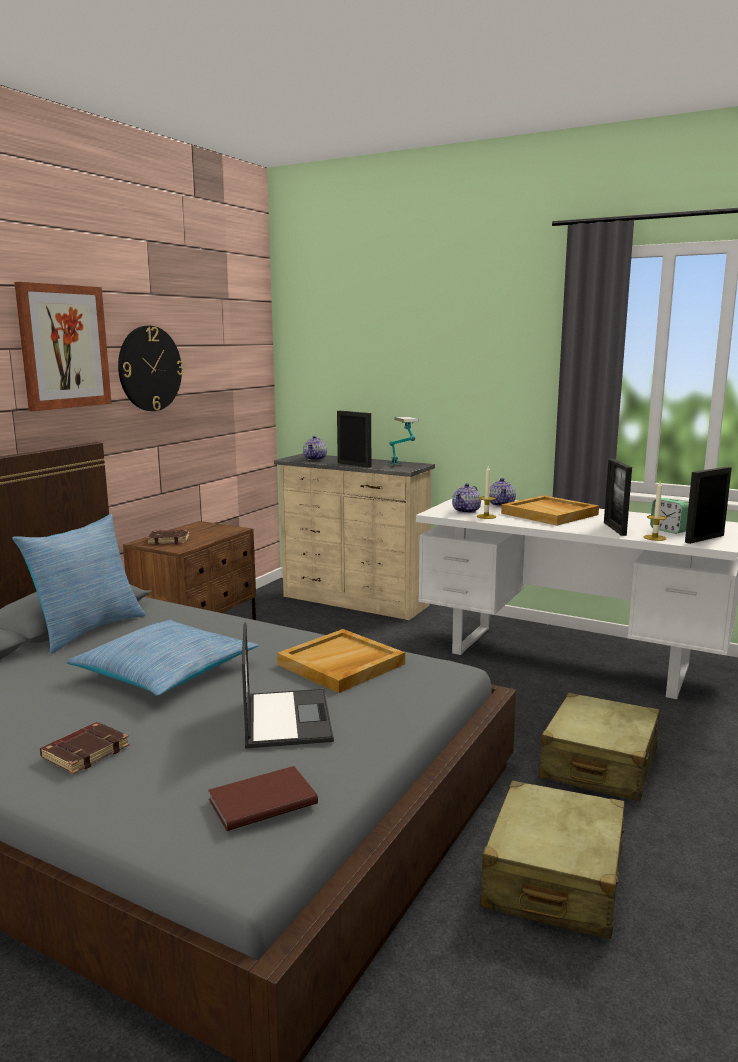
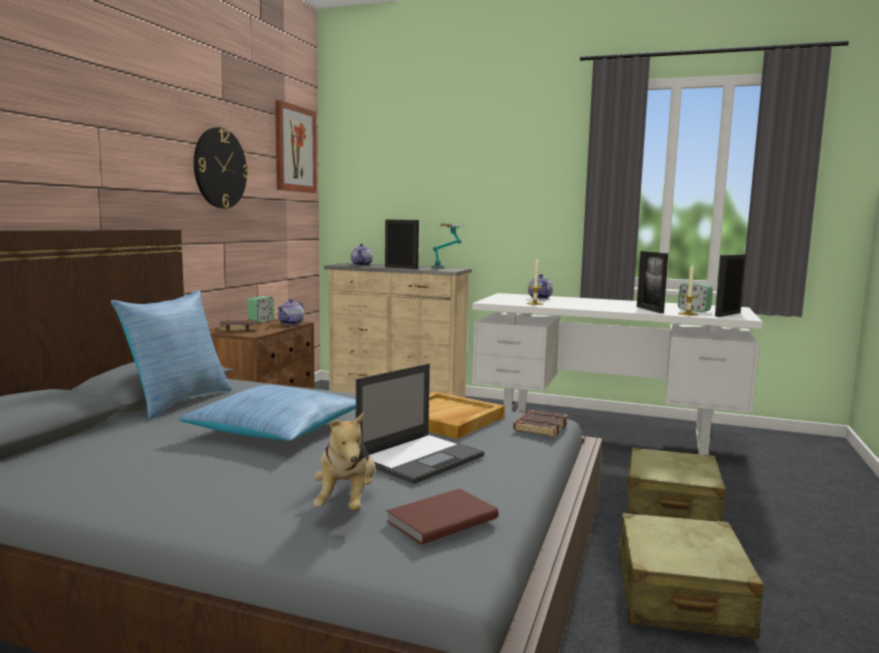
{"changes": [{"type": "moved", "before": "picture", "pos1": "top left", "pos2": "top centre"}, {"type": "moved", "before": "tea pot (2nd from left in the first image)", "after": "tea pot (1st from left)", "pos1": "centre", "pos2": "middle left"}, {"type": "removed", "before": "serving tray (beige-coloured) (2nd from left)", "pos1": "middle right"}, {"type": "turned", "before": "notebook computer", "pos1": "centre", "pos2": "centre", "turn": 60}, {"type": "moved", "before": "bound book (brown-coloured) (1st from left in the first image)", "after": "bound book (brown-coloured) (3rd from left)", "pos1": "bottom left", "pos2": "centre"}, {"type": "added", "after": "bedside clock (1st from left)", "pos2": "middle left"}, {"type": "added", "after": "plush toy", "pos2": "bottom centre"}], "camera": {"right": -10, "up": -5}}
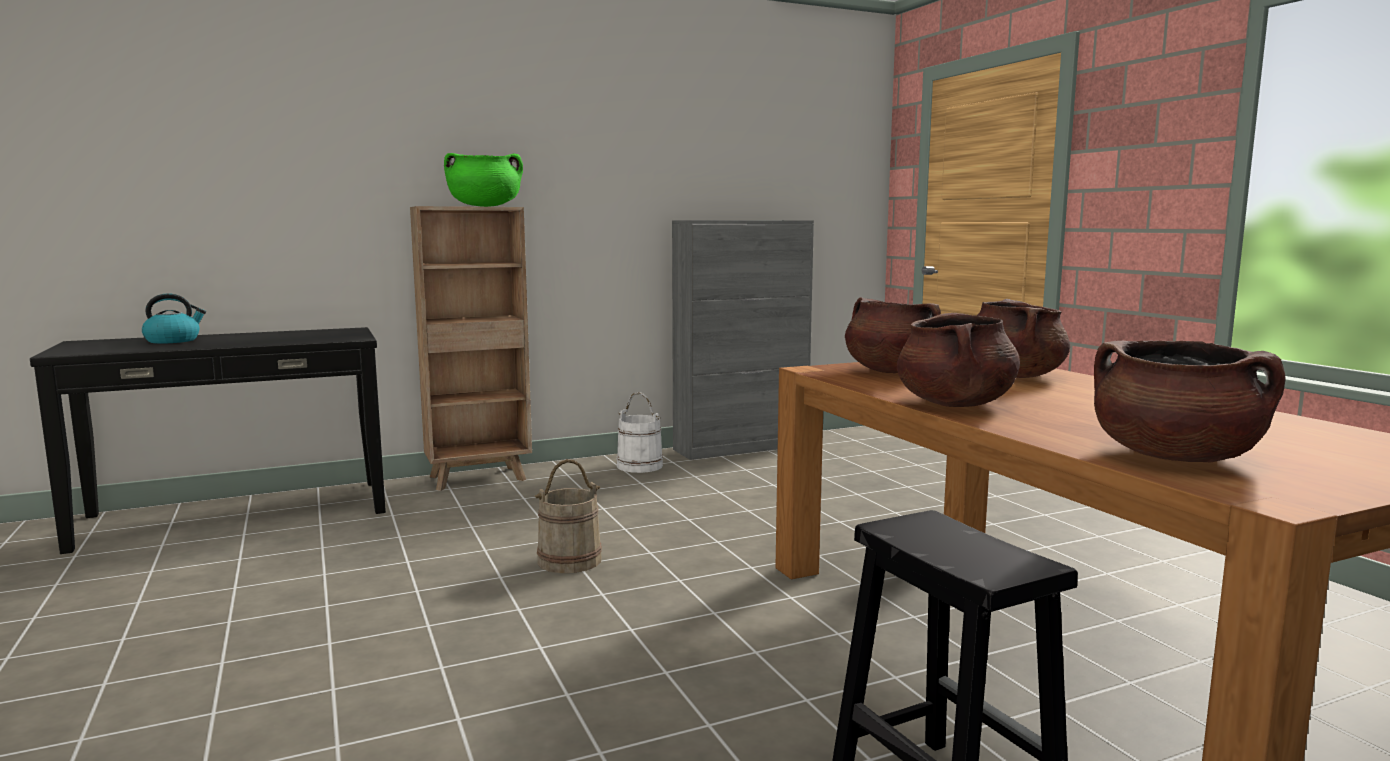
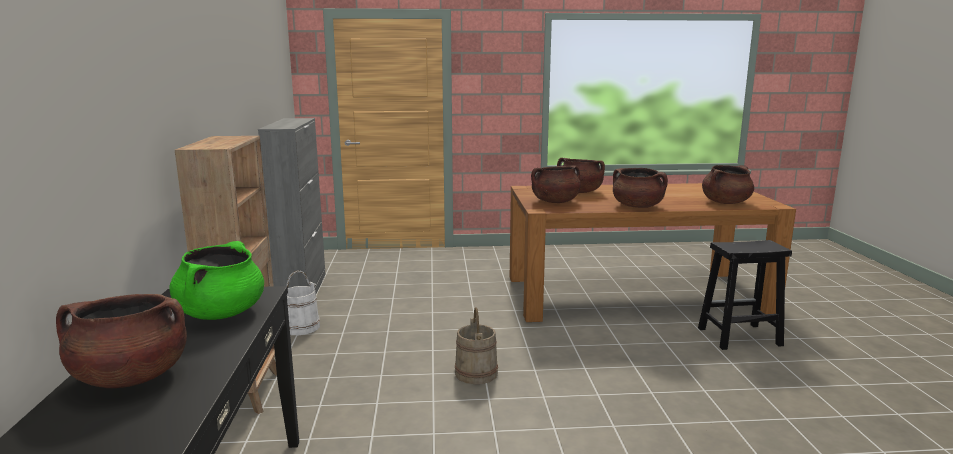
{"changes": [{"type": "moved", "before": "saucepot (green-coloured)", "pos1": "top centre", "pos2": "middle left"}, {"type": "replaced", "before": "kettle", "after": "saucepot (brown-coloured) (1st from left)", "pos1": "middle left", "pos2": "bottom left"}], "camera": {"right": -70, "up": 5}}
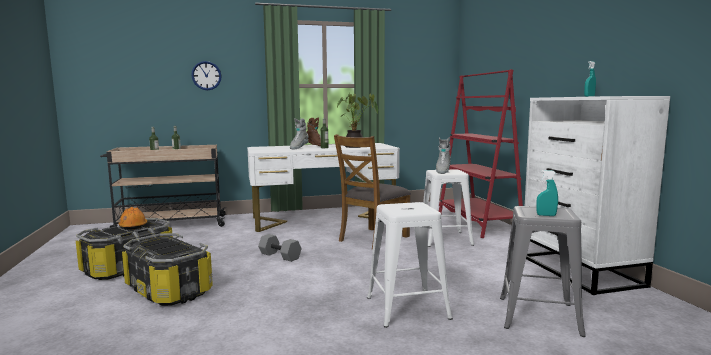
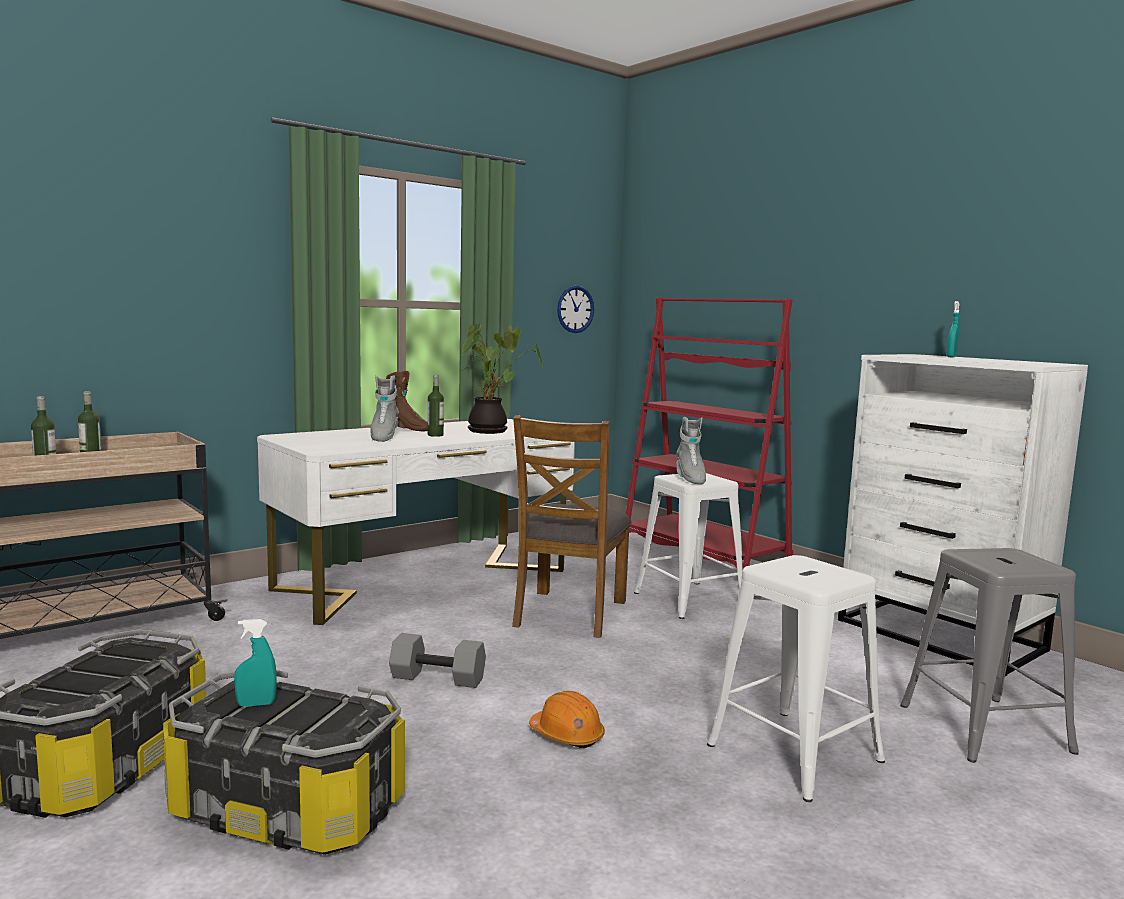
{"changes": [{"type": "moved", "before": "wall clock", "pos1": "top left", "pos2": "centre"}, {"type": "moved", "before": "hand sprayer (turquoise-coloured) (1st from left)", "pos1": "middle right", "pos2": "bottom left"}, {"type": "moved", "before": "hard hat (orange-coloured)", "pos1": "middle left", "pos2": "bottom centre"}], "camera": {"right": -25, "up": 0}}
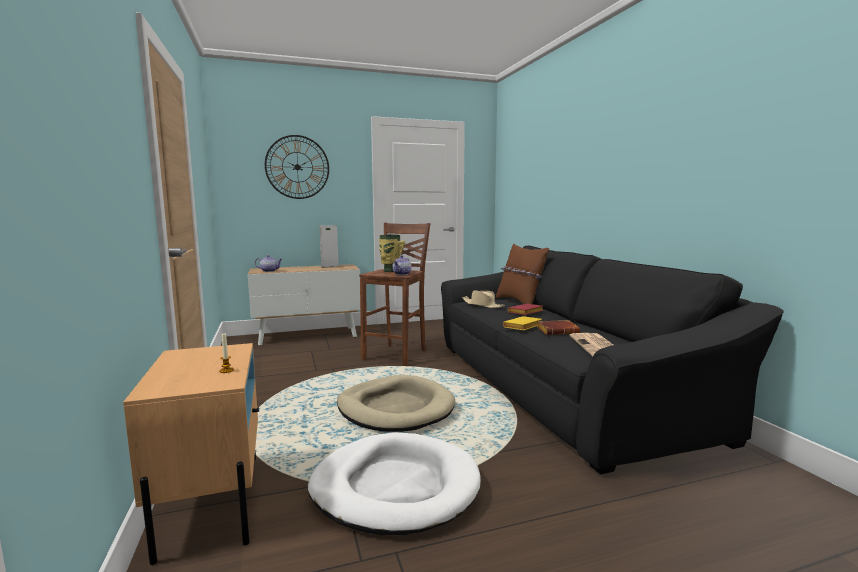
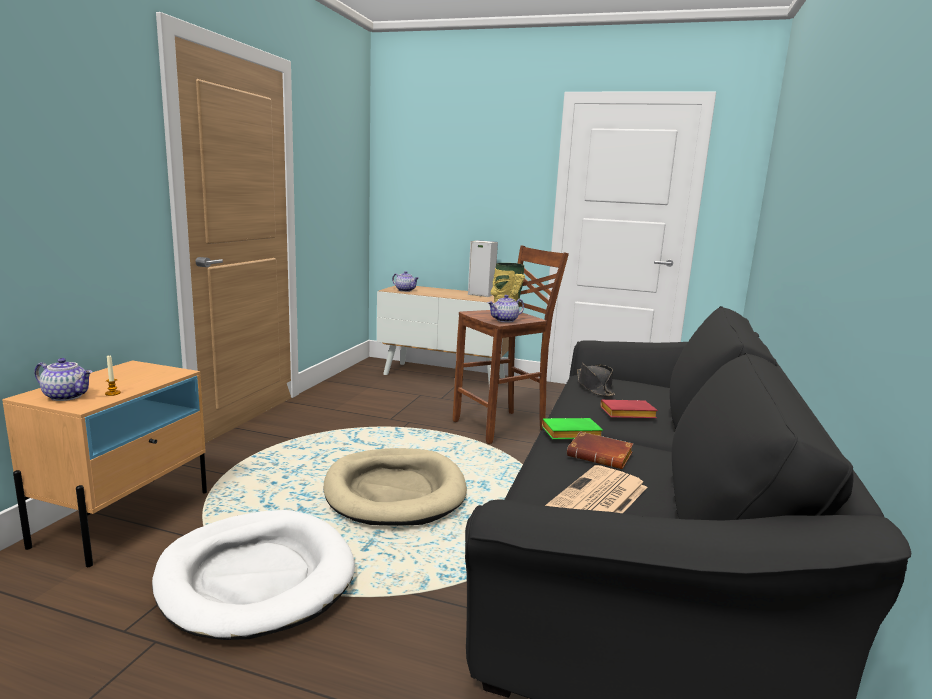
{"changes": [{"type": "removed", "before": "wall clock", "pos1": "top centre"}, {"type": "removed", "before": "cushion (brown-coloured)", "pos1": "centre"}, {"type": "recoloured", "before": "wearable hat (beige-coloured)", "after": "wearable hat (black-coloured)", "pos1": "centre", "pos2": "centre"}, {"type": "recoloured", "before": "bound book (yellow)", "after": "bound book (green-coloured)", "pos1": "centre", "pos2": "centre"}, {"type": "added", "after": "tea pot (1st from left)", "pos2": "middle left"}], "camera": {"right": 35, "up": 5}}
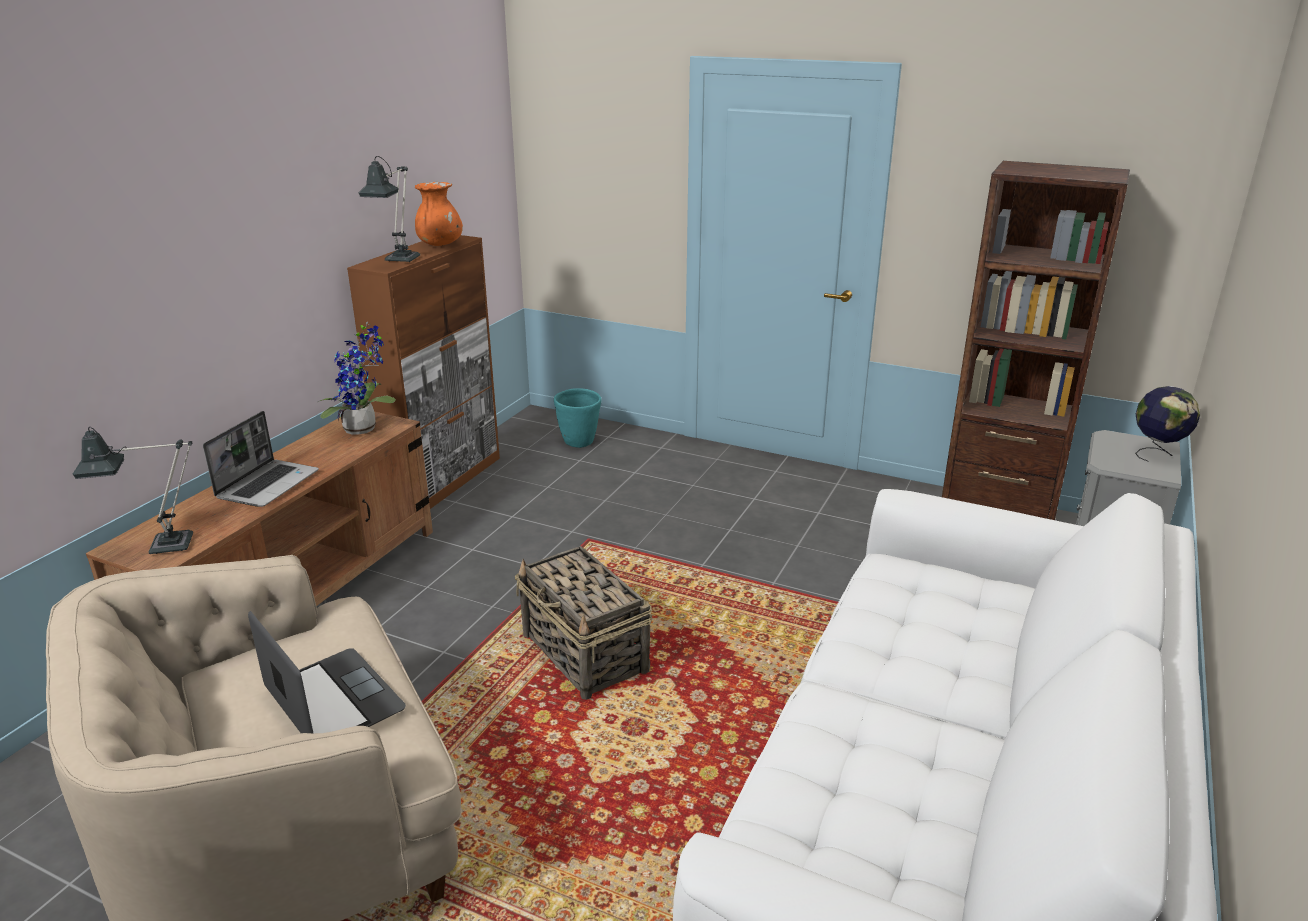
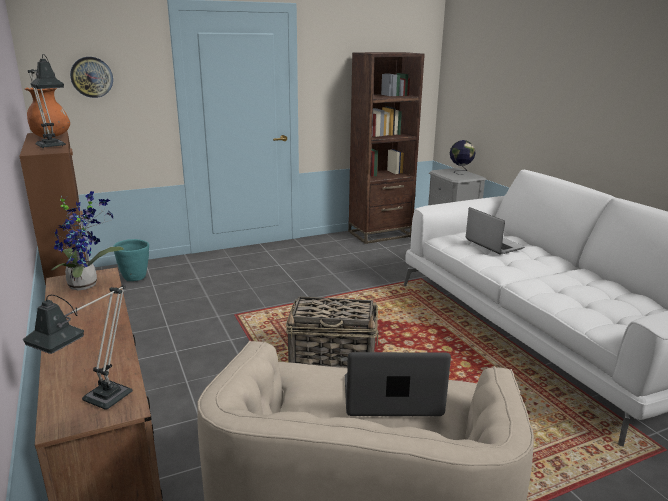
{"changes": [{"type": "moved", "before": "notebook computer (1st from left in the first image)", "after": "notebook computer (2nd from left)", "pos1": "middle left", "pos2": "middle right"}, {"type": "added", "after": "wall clock", "pos2": "top left"}], "camera": {"right": -50, "up": -5}}
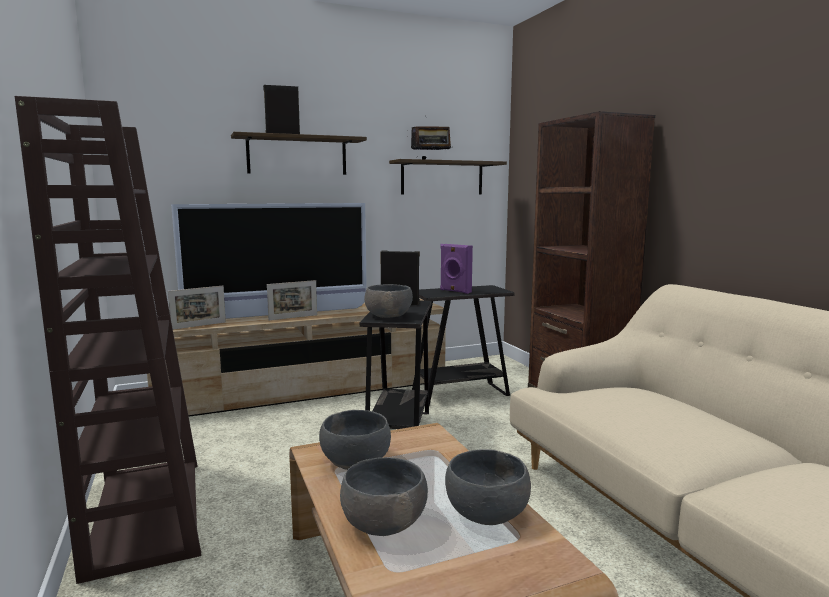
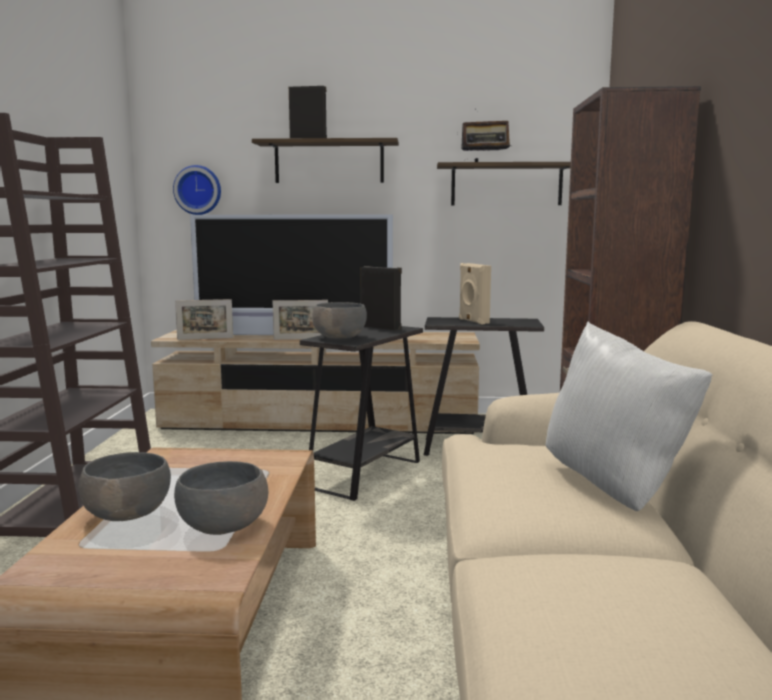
{"changes": [{"type": "recoloured", "before": "loudspeaker (purplish)", "after": "loudspeaker (beige-coloured)", "pos1": "centre", "pos2": "centre"}, {"type": "removed", "before": "serving bowl (greyish) (1st from left)", "pos1": "bottom centre"}, {"type": "added", "after": "wall clock", "pos2": "top left"}, {"type": "added", "after": "cushion (white)", "pos2": "middle right"}], "camera": {"right": 25, "up": 0}}
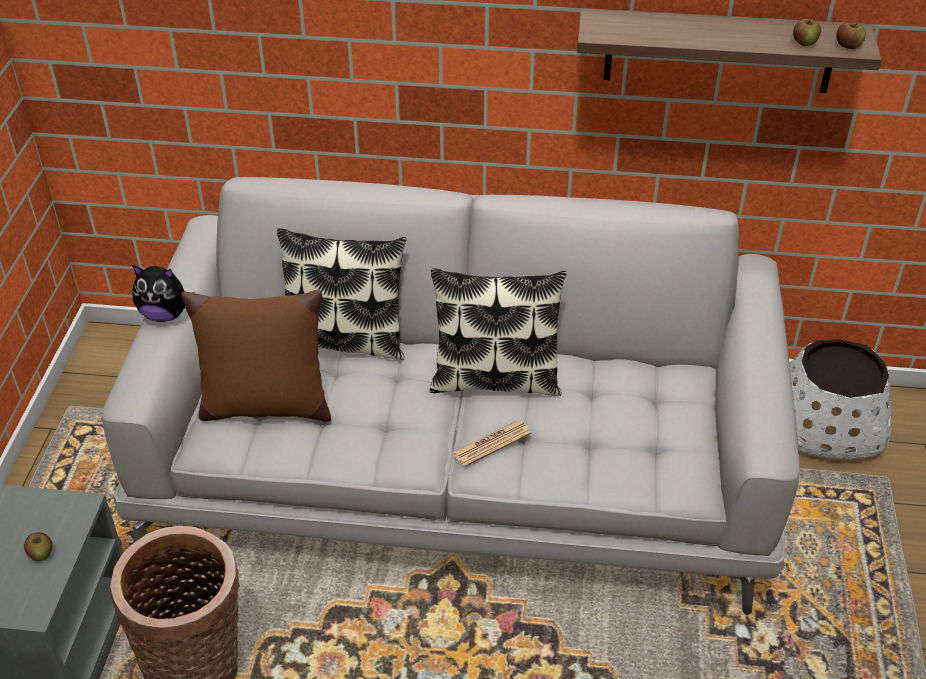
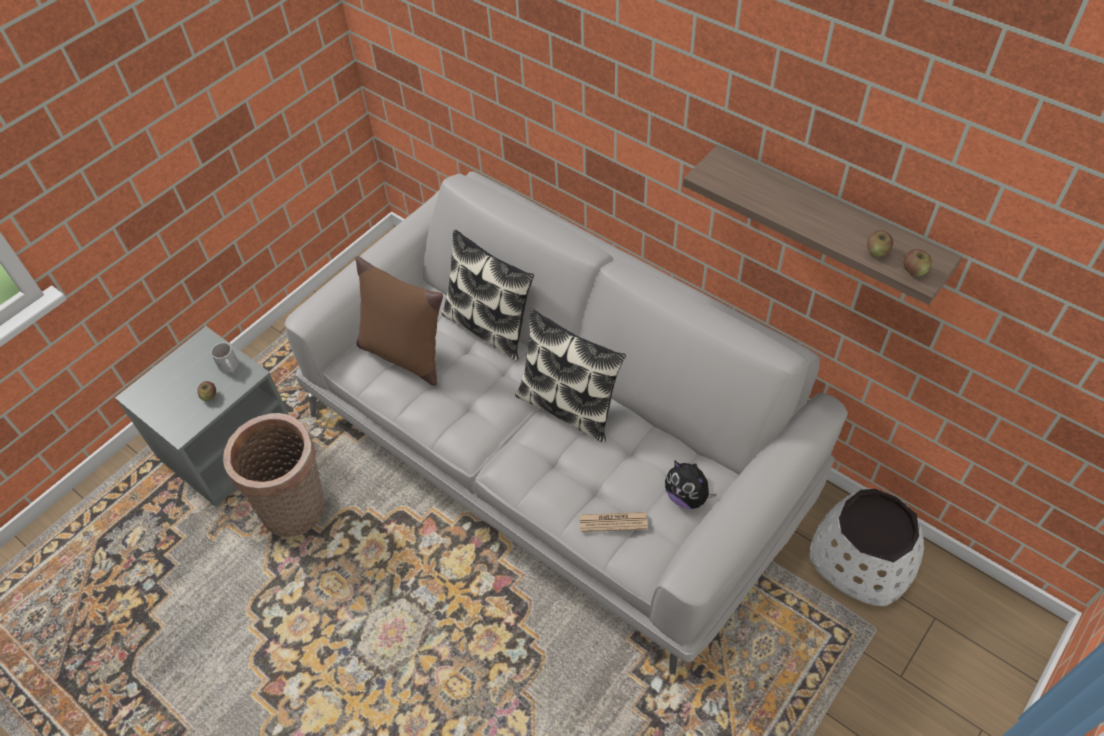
{"changes": [{"type": "moved", "before": "plush toy", "pos1": "middle left", "pos2": "centre"}, {"type": "moved", "before": "printed paper", "pos1": "centre", "pos2": "bottom centre"}, {"type": "added", "after": "coffee mug (white)", "pos2": "middle left"}], "camera": {"right": 35, "up": 10}}
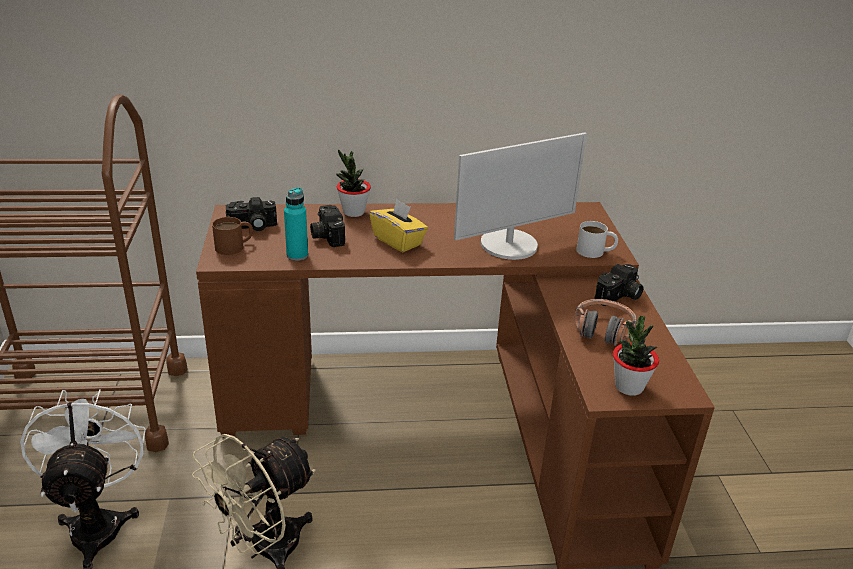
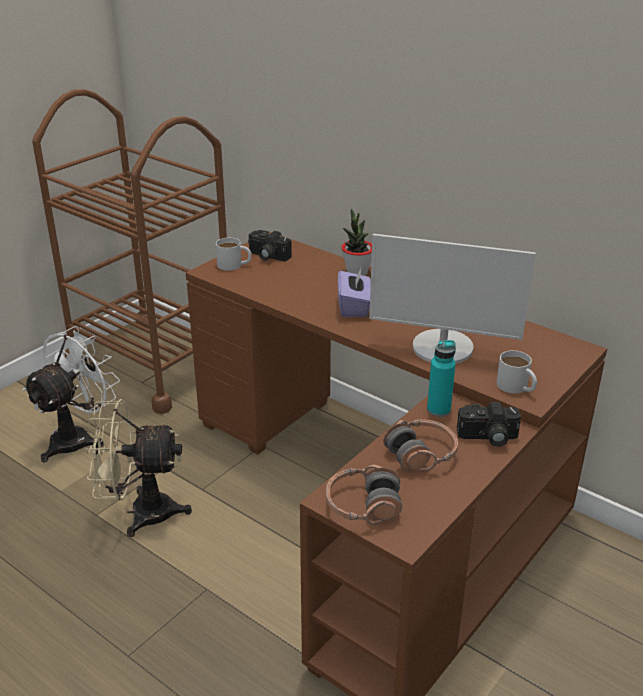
{"changes": [{"type": "moved", "before": "beverage bottle (turquoise-coloured)", "pos1": "centre", "pos2": "middle right"}, {"type": "recoloured", "before": "tissue box (yellow)", "after": "tissue box (purplish)", "pos1": "centre", "pos2": "centre"}, {"type": "removed", "before": "still camera (2nd from left)", "pos1": "centre"}, {"type": "recoloured", "before": "coffee mug (brown-coloured)", "after": "coffee mug (white) (1st from left)", "pos1": "middle left", "pos2": "centre"}, {"type": "replaced", "before": "potted plant (2nd from left)", "after": "headset (1st from left)", "pos1": "middle right", "pos2": "bottom centre"}], "camera": {"right": 45, "up": 0}}
